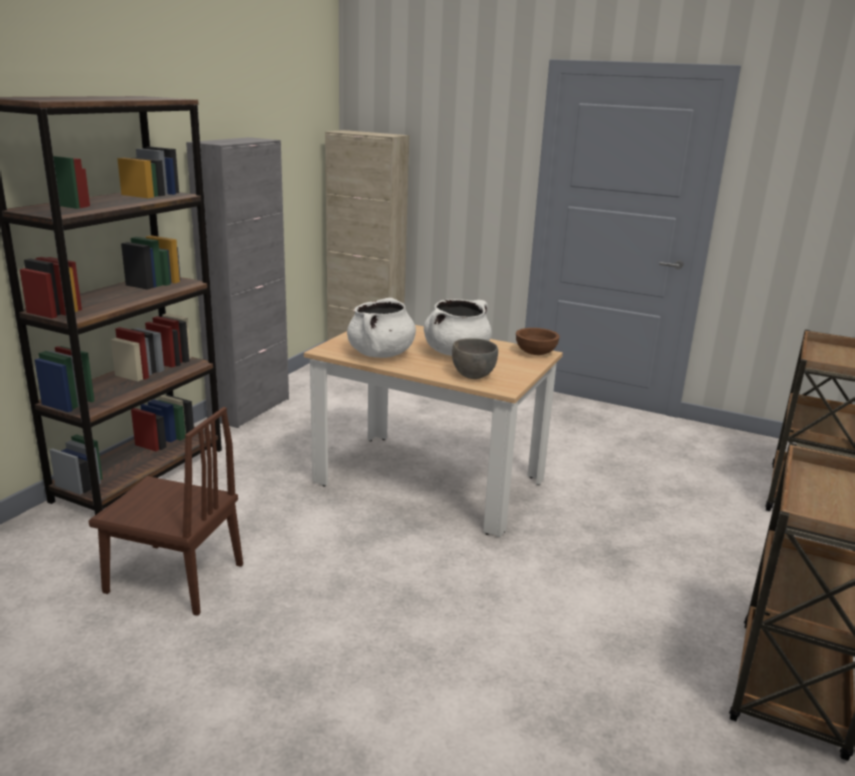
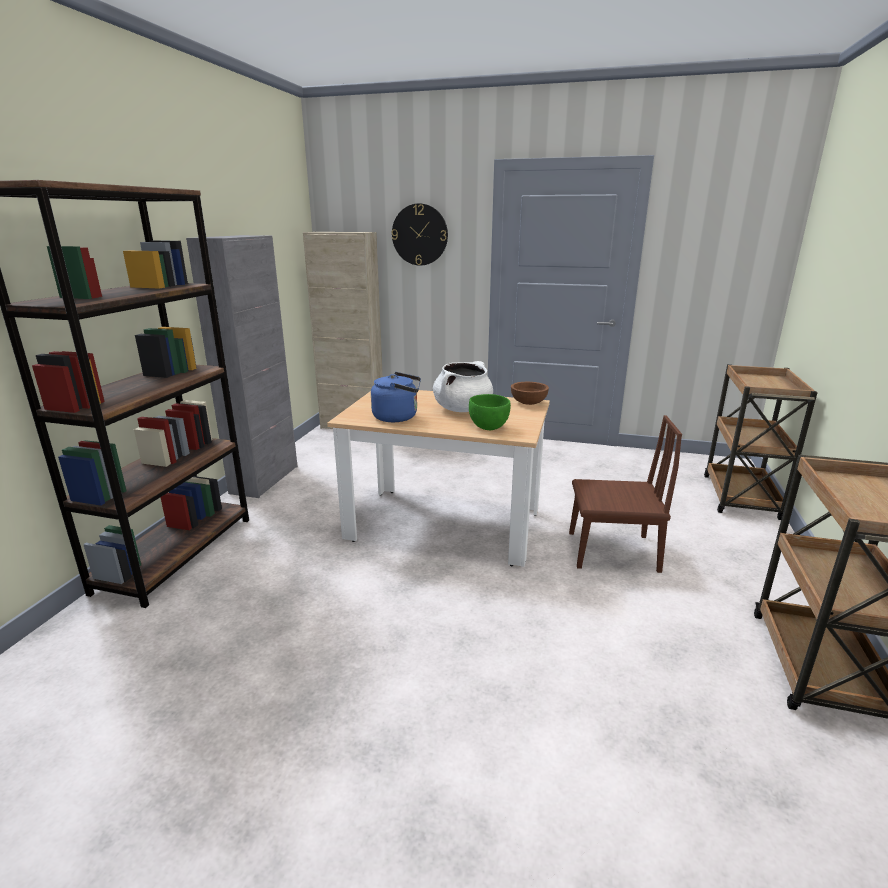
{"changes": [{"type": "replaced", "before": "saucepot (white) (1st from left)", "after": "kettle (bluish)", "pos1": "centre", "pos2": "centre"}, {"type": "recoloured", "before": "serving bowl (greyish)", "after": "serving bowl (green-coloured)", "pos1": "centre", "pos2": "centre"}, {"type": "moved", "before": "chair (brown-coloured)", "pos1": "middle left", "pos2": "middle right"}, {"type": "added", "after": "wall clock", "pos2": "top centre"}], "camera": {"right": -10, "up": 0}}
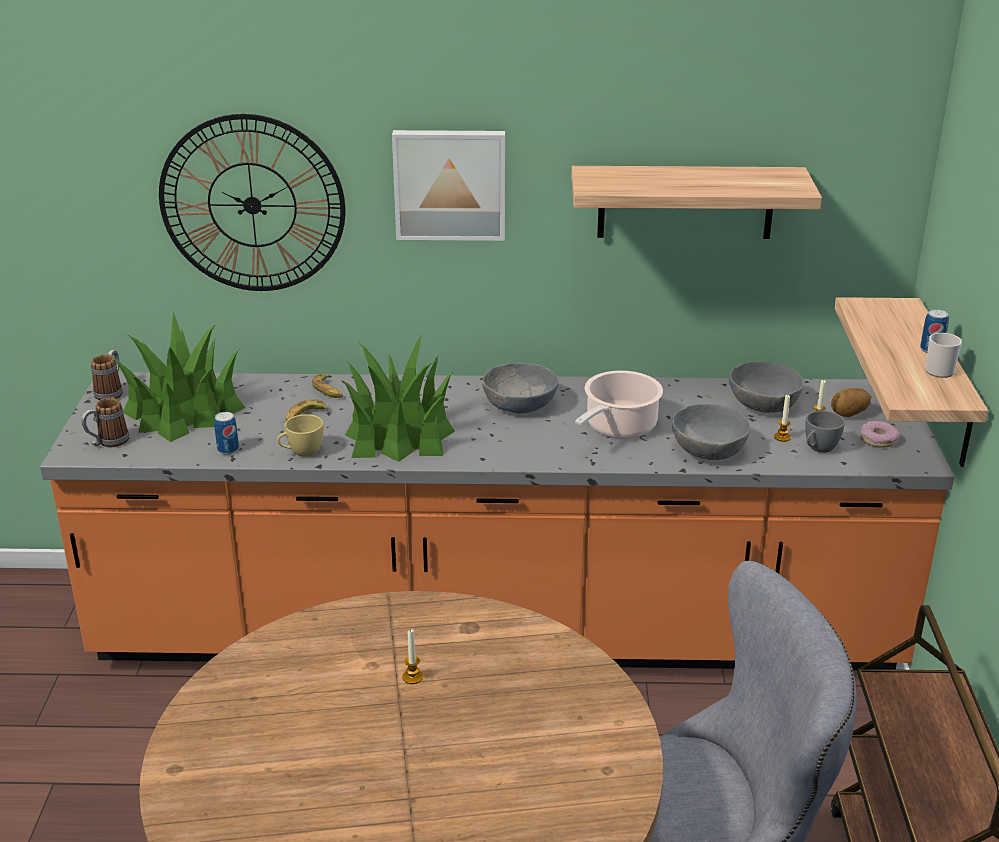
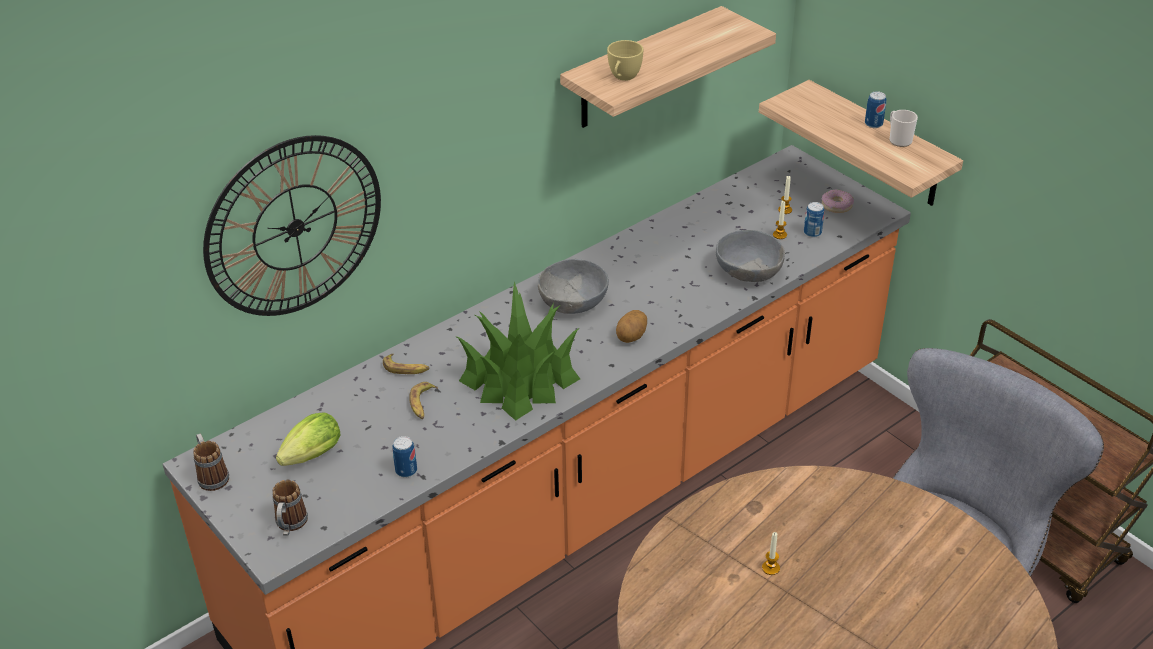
{"changes": [{"type": "removed", "before": "picture", "pos1": "top centre"}, {"type": "replaced", "before": "potted plant (1st from left)", "after": "lettuce head", "pos1": "middle left", "pos2": "bottom left"}, {"type": "removed", "before": "serving bowl (greyish) (3rd from left)", "pos1": "middle right"}, {"type": "removed", "before": "saucepot", "pos1": "centre"}, {"type": "moved", "before": "spud", "pos1": "middle right", "pos2": "centre"}, {"type": "replaced", "before": "small cup (greyish)", "after": "can (2nd from left)", "pos1": "middle right", "pos2": "middle right"}, {"type": "moved", "before": "small cup (yellow)", "pos1": "middle left", "pos2": "top centre"}], "camera": {"right": -40, "up": 10}}
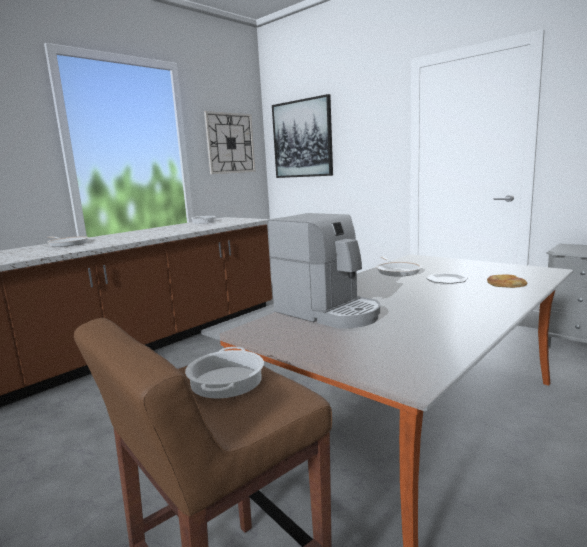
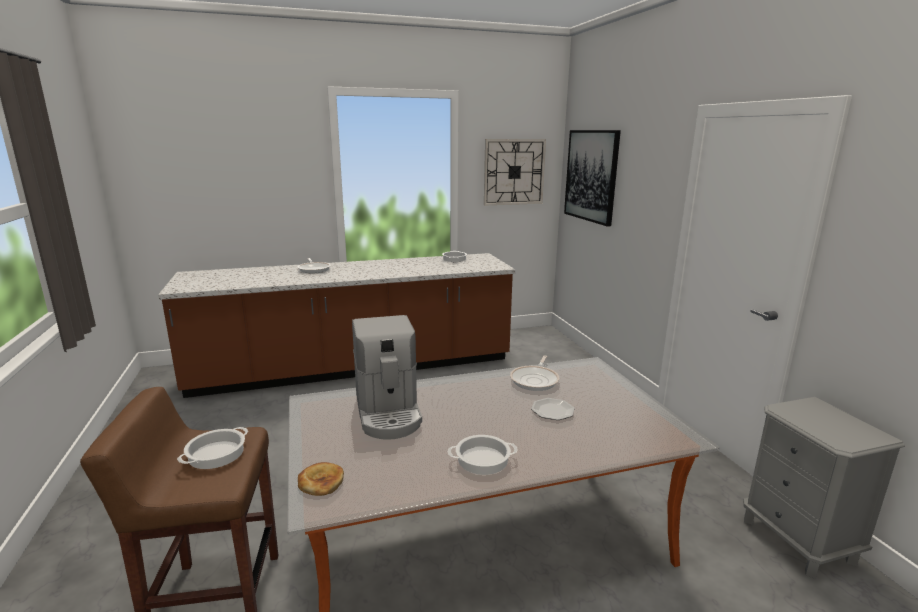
{"changes": [{"type": "moved", "before": "baked bread", "pos1": "middle right", "pos2": "bottom centre"}, {"type": "added", "after": "saucepot (3rd from left)", "pos2": "bottom centre"}], "camera": {"right": 30, "up": 5}}
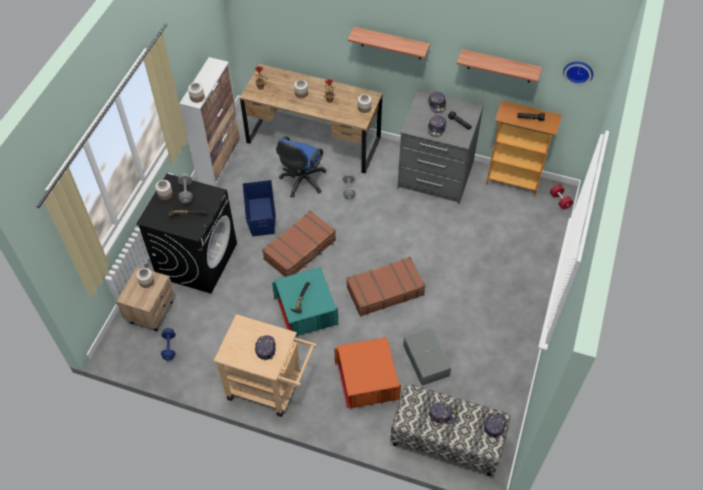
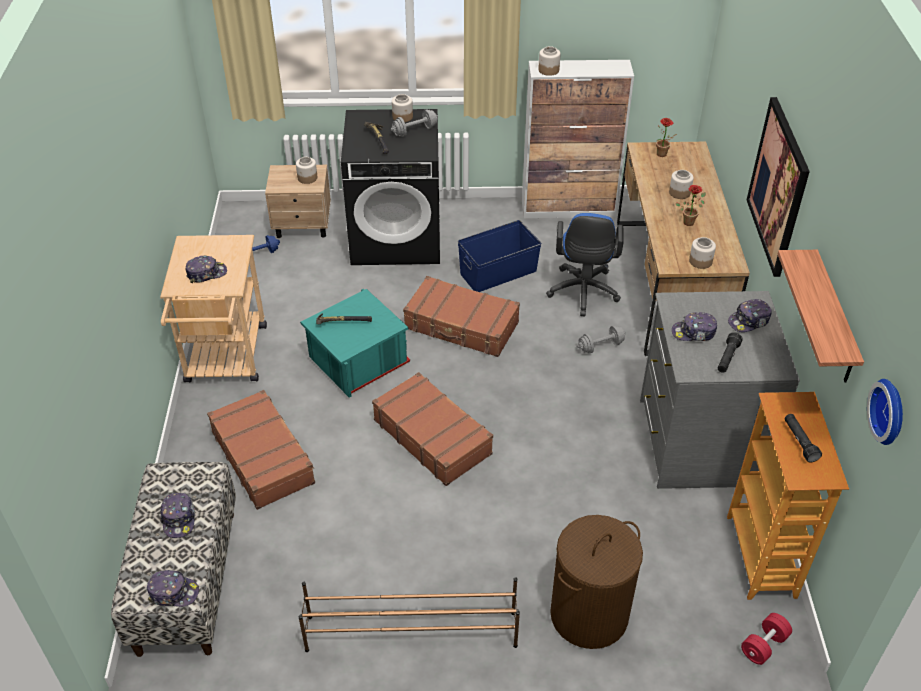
{"changes": [{"type": "replaced", "before": "wall shelf (1st from left)", "after": "picture", "pos1": "top centre", "pos2": "top right"}, {"type": "turned", "before": "desk chair (bluish)", "pos1": "centre", "pos2": "centre", "turn": -90}, {"type": "removed", "before": "storage box (greyish)", "pos1": "bottom centre"}, {"type": "replaced", "before": "storage box (orange-coloured)", "after": "suitcase (brown-coloured) (1st from left)", "pos1": "bottom centre", "pos2": "middle left"}, {"type": "added", "after": "washing basket (brown-coloured)", "pos2": "bottom centre"}, {"type": "added", "after": "shoe shelf (brown-coloured)", "pos2": "bottom centre"}], "camera": {"right": 70, "up": -10}}
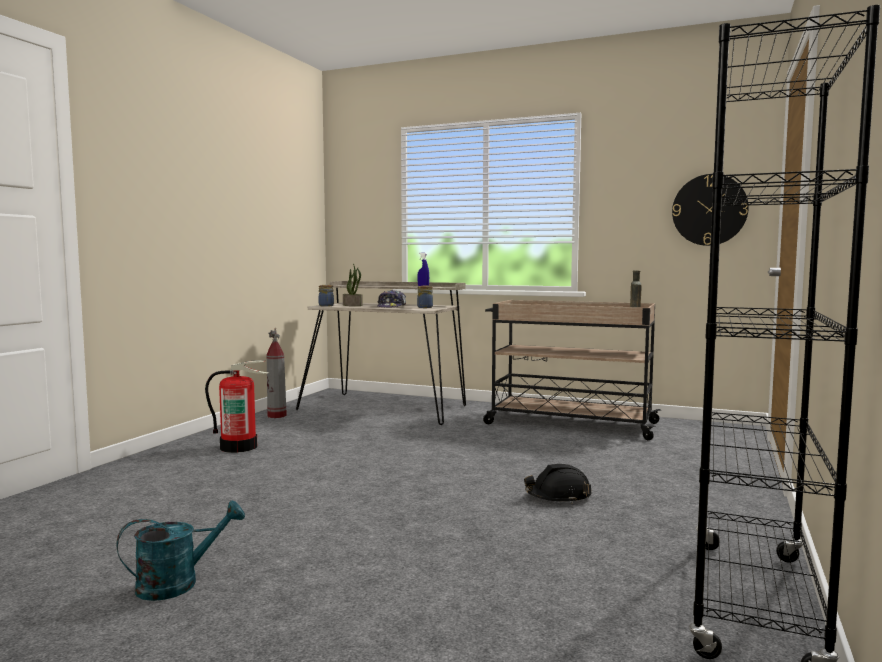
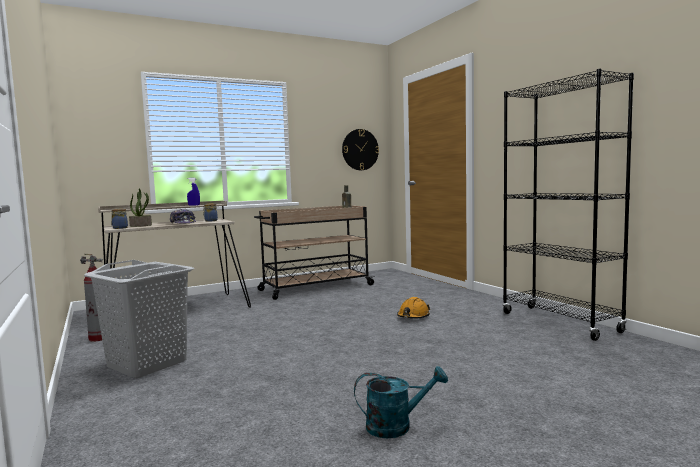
{"changes": [{"type": "replaced", "before": "fire extinguisher (1st from left)", "after": "washing basket (greyish)", "pos1": "middle left", "pos2": "bottom left"}, {"type": "recoloured", "before": "hard hat (black-coloured)", "after": "hard hat (orange-coloured)", "pos1": "bottom centre", "pos2": "centre"}, {"type": "turned", "before": "watering can (turquoise-coloured)", "pos1": "bottom left", "pos2": "bottom centre", "turn": 75}], "camera": {"right": -50, "up": 0}}
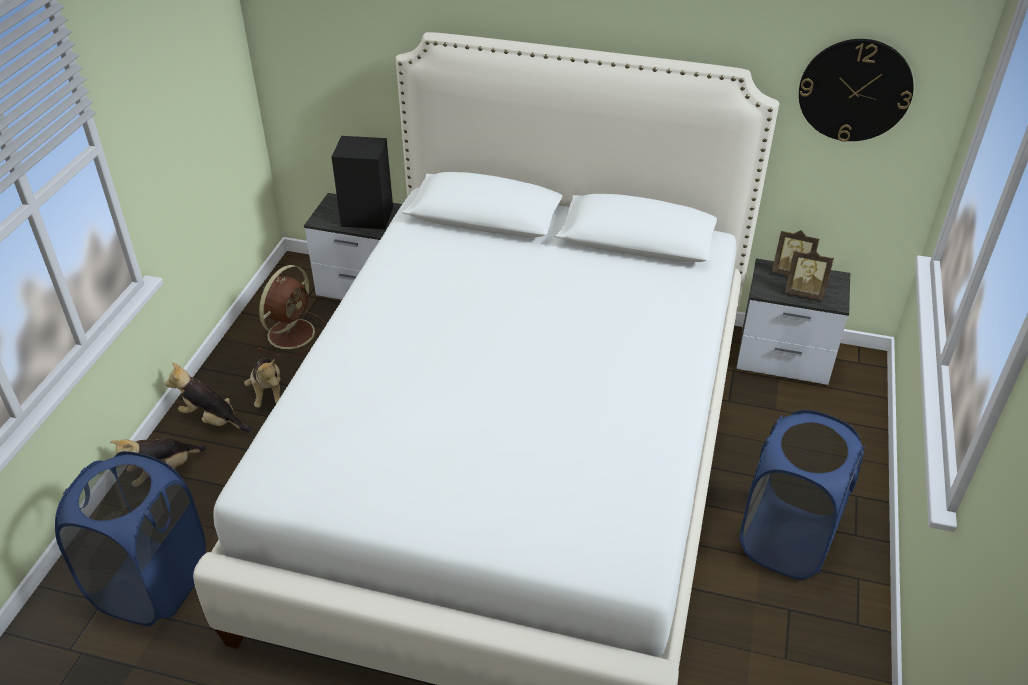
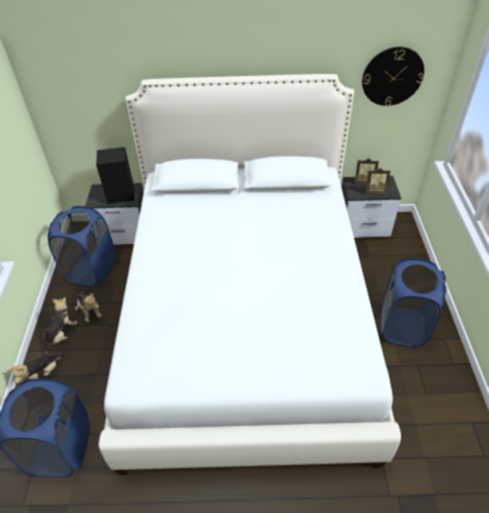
{"changes": [{"type": "replaced", "before": "electric fan (brown-coloured)", "after": "washing basket (bluish) (2nd from left)", "pos1": "middle left", "pos2": "middle left"}, {"type": "turned", "before": "plush toy (2nd from left)", "pos1": "middle left", "pos2": "middle left", "turn": 105}], "camera": {"right": -15, "up": 5}}
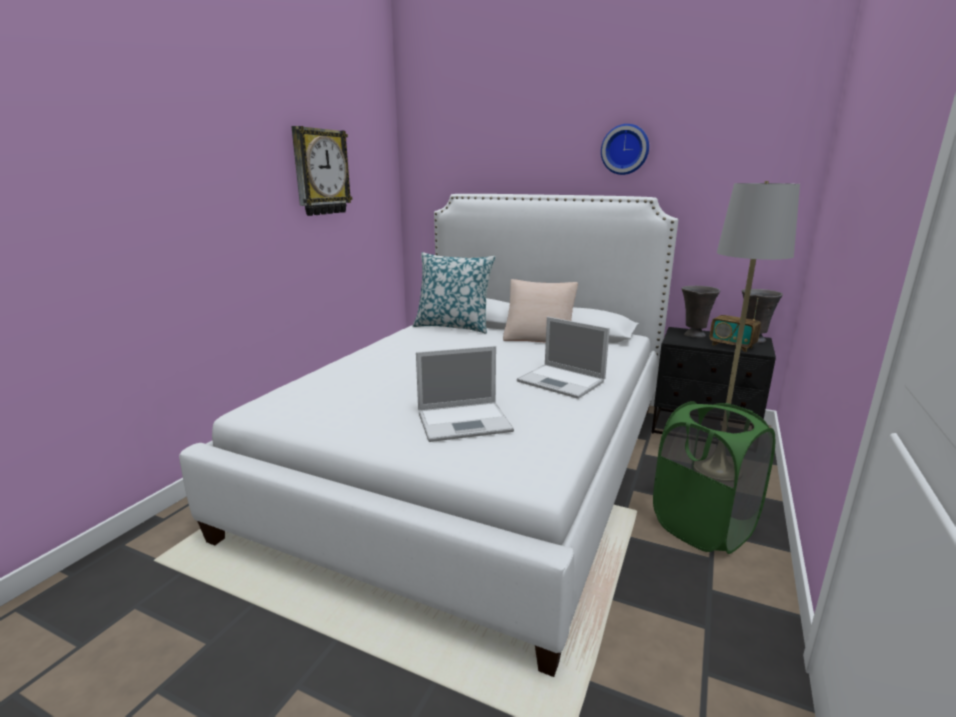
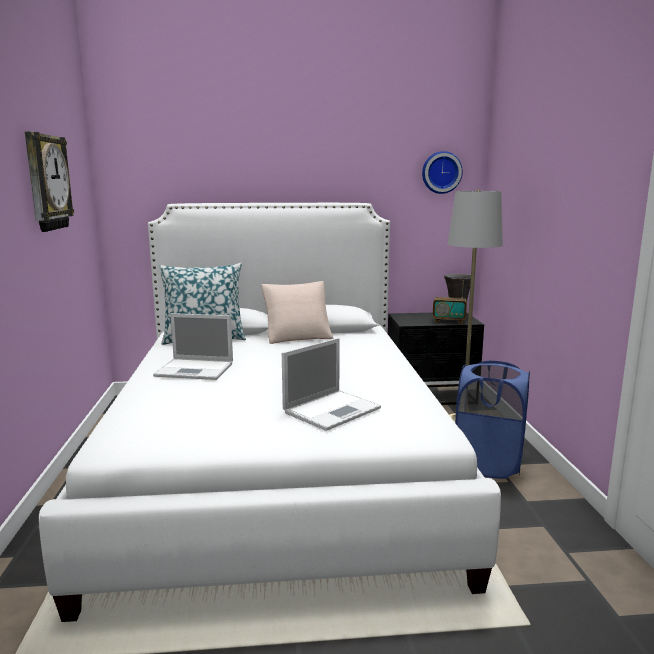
{"changes": [{"type": "moved", "before": "wall clock (2nd from left)", "pos1": "top centre", "pos2": "top right"}, {"type": "removed", "before": "flower vase (greyish) (1st from left)", "pos1": "middle right"}, {"type": "moved", "before": "notebook computer (2nd from left in the first image)", "after": "notebook computer (1st from left)", "pos1": "centre", "pos2": "middle left"}, {"type": "recoloured", "before": "washing basket (green-coloured)", "after": "washing basket (bluish)", "pos1": "middle right", "pos2": "middle right"}], "camera": {"right": -30, "up": -5}}
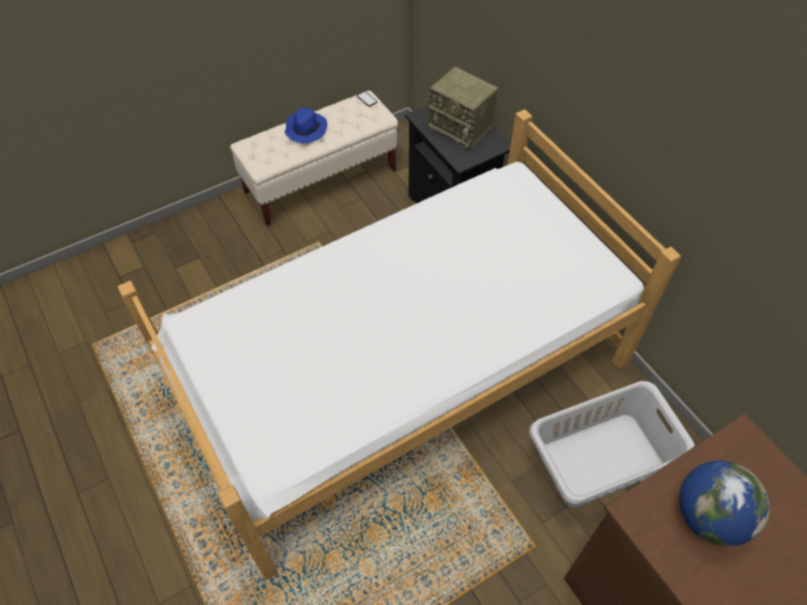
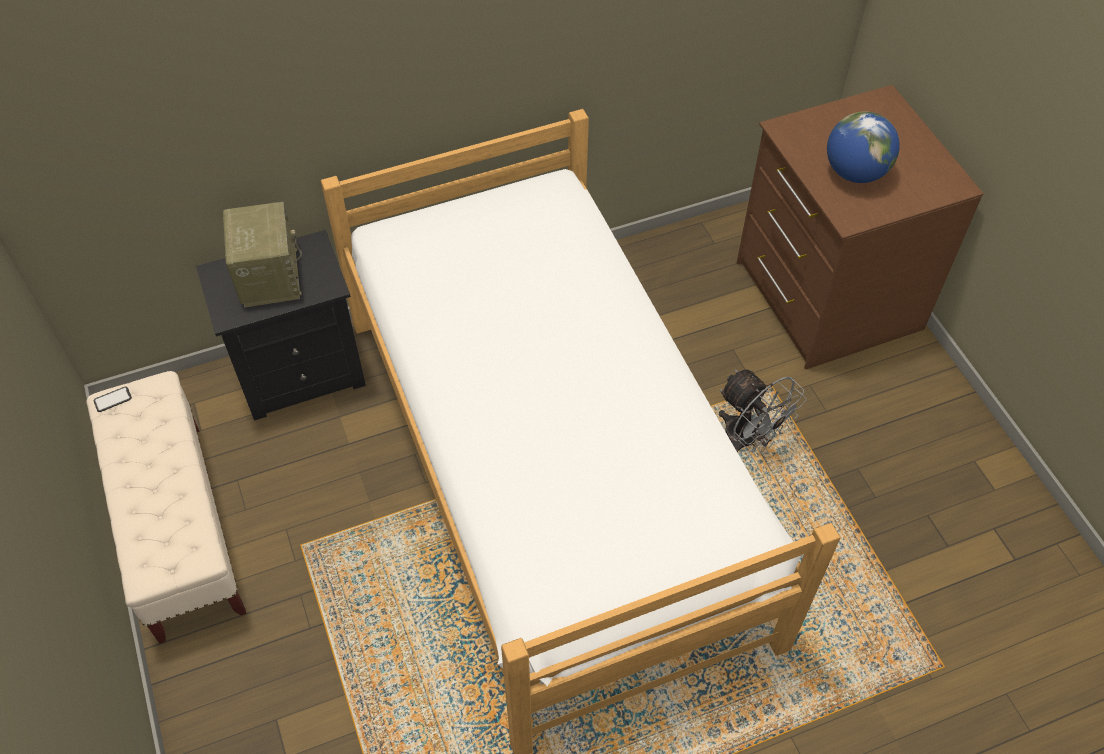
{"changes": [{"type": "turned", "before": "radio receiver", "pos1": "top centre", "pos2": "middle left", "turn": -60}, {"type": "removed", "before": "wearable hat (bluish)", "pos1": "top centre"}, {"type": "removed", "before": "washing basket (greyish)", "pos1": "bottom right"}, {"type": "added", "after": "electric fan (greyish)", "pos2": "middle right"}], "camera": {"right": -80, "up": 0}}
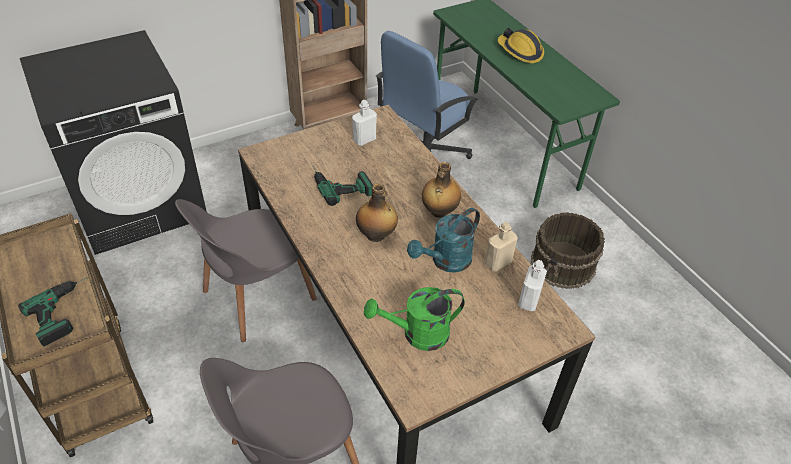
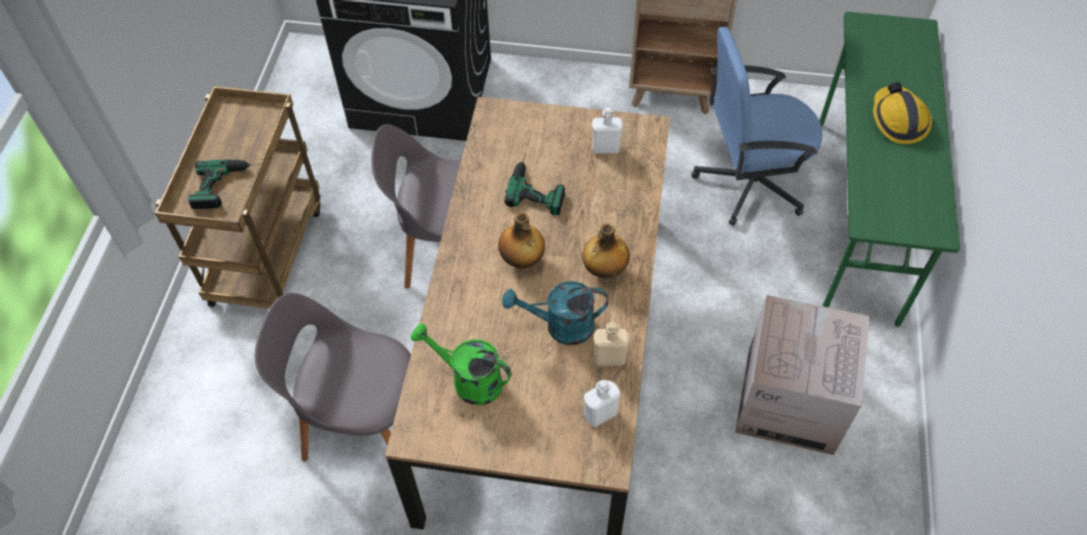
{"changes": [{"type": "replaced", "before": "pail (brown-coloured)", "after": "cardboard box", "pos1": "middle right", "pos2": "bottom right"}], "camera": {"right": 40, "up": 10}}
